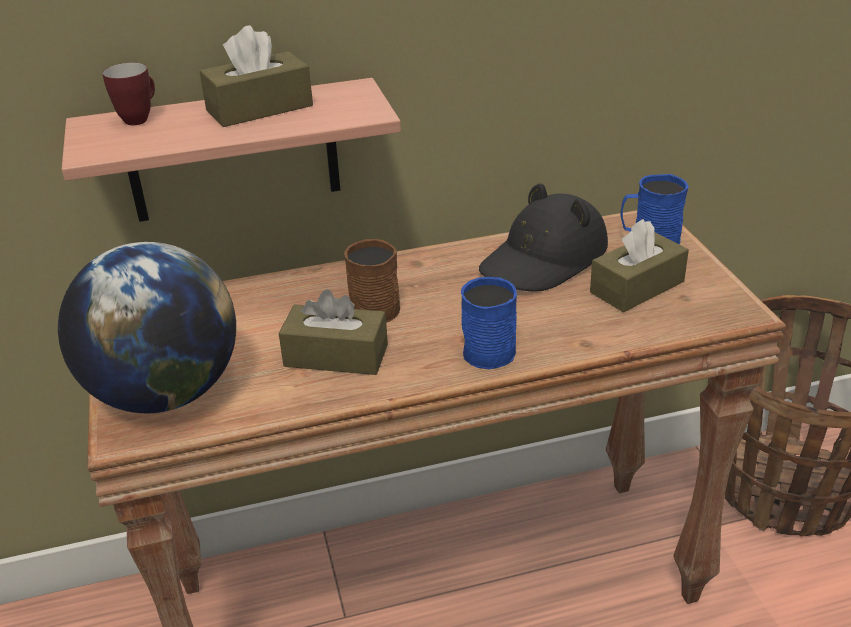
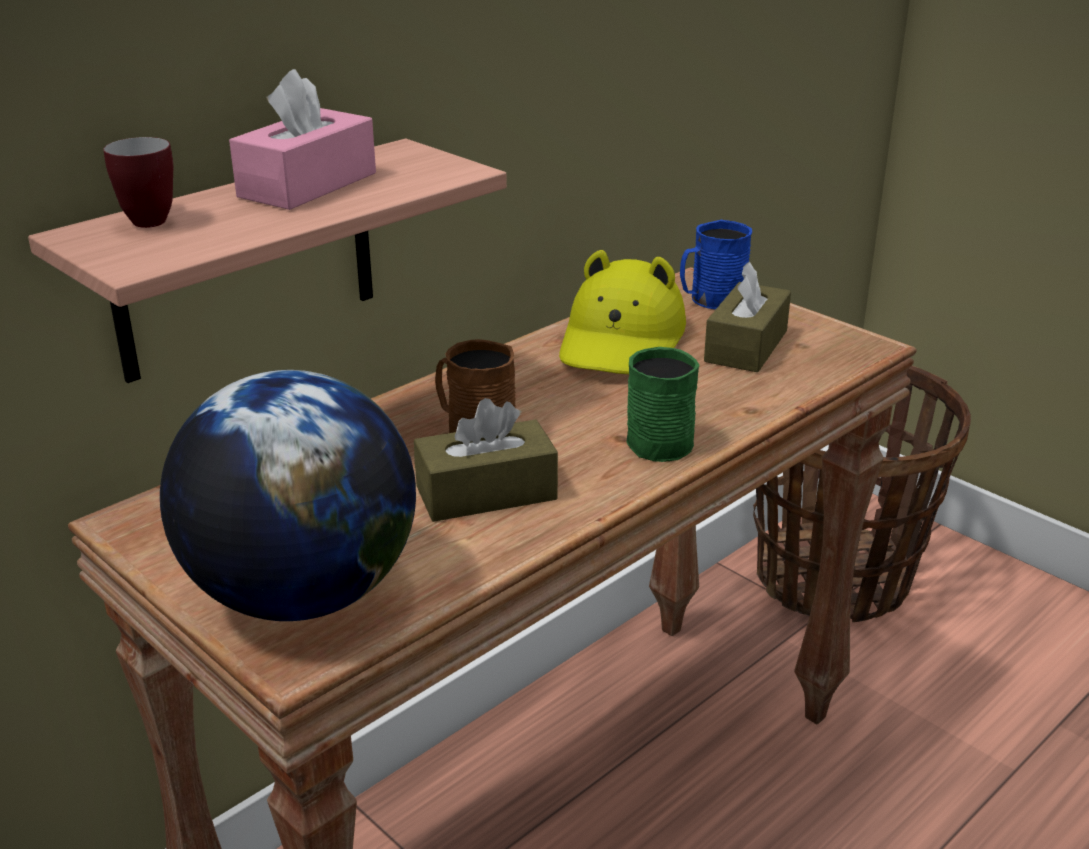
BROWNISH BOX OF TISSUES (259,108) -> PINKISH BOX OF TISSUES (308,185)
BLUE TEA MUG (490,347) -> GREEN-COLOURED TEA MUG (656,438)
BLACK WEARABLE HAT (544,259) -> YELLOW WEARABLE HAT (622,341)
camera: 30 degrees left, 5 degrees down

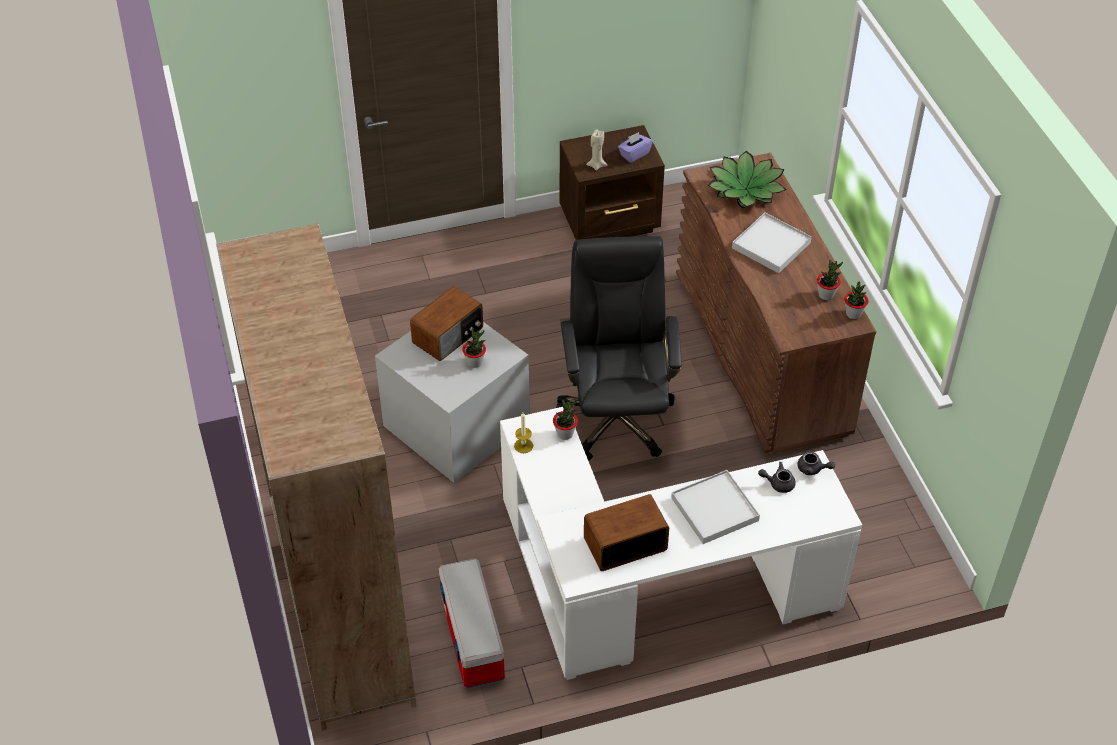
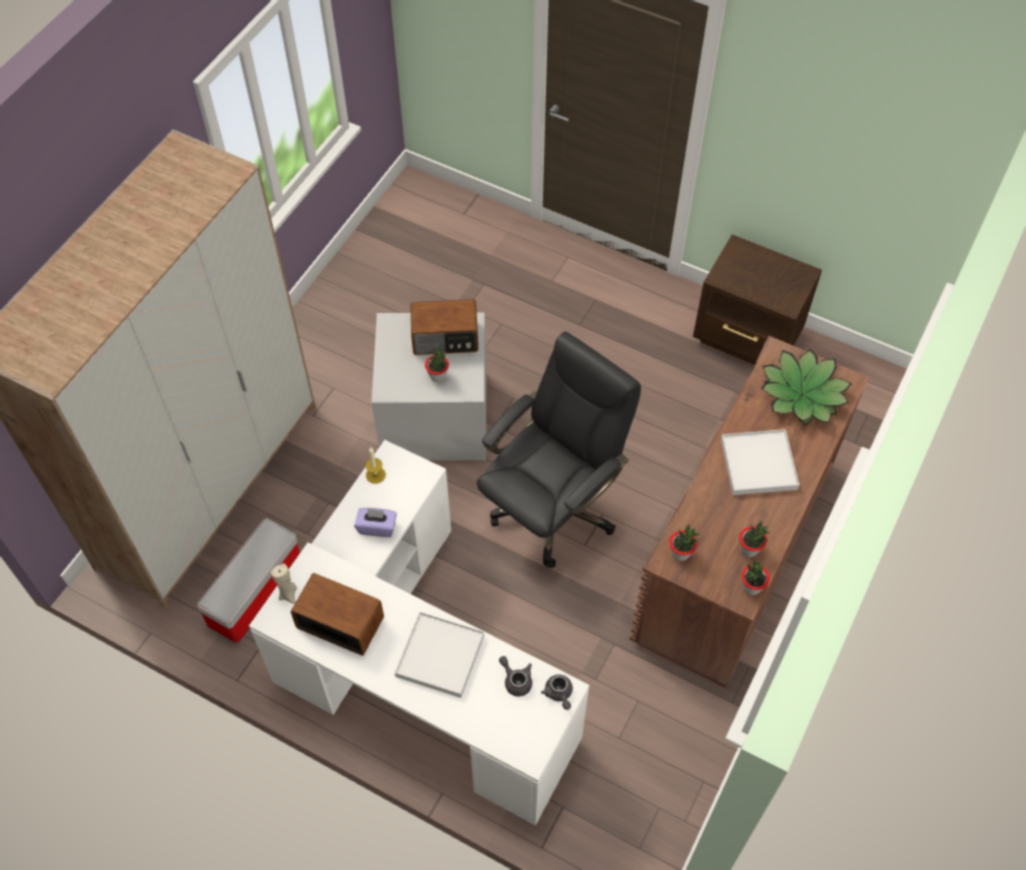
HOUSEPLANT (565,434) -> HOUSEPLANT (680,553), shifted
SAND-COLOURED WAX CANDLE (596,165) -> SAND-COLOURED WAX CANDLE (288,594), shifted
PURPLE BOX OF TISSUES (634,154) -> PURPLE BOX OF TISSUES (377,527), shifted
camera: 45 degrees right, 10 degrees up

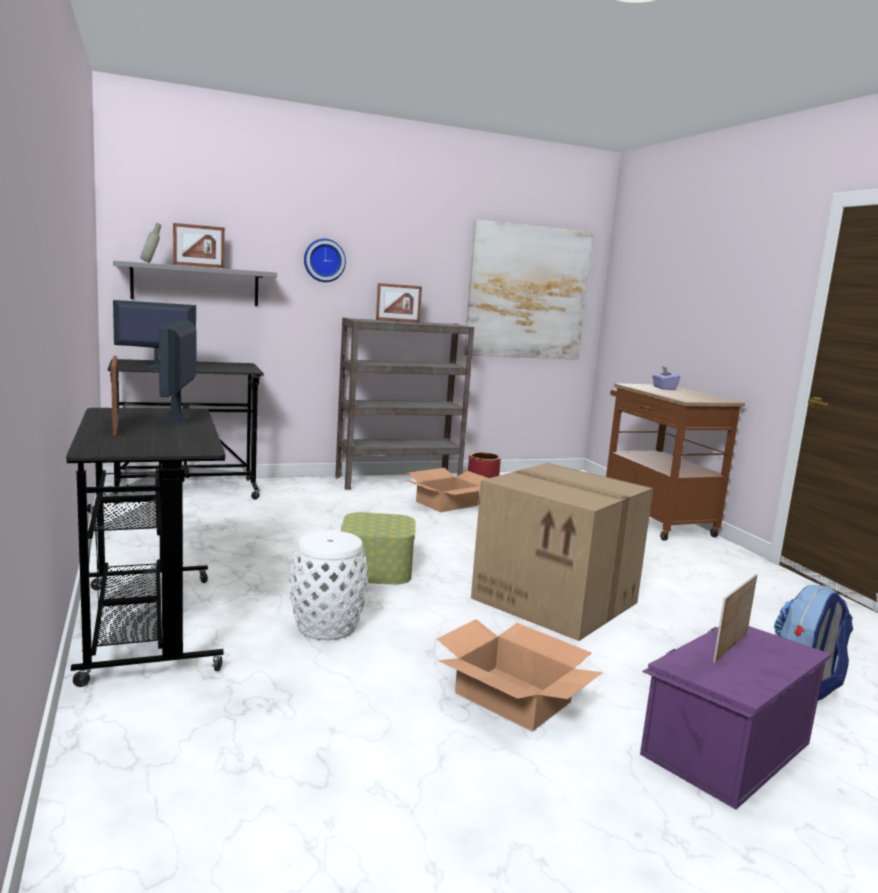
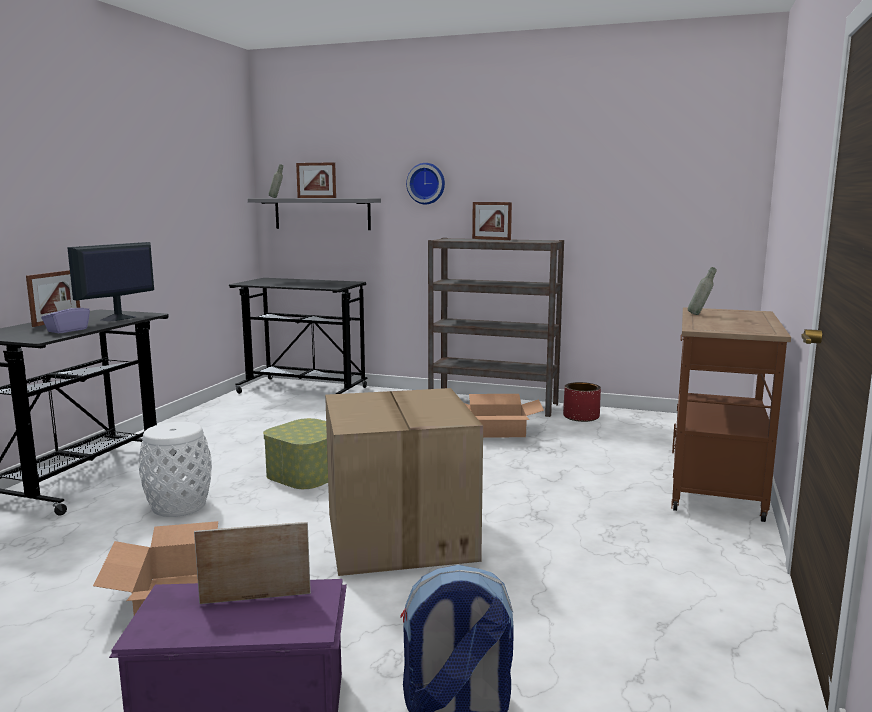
COMPUTER SCREEN (155,367) -> none
WALL ART (527,292) -> none
none -> GREY BEVERAGE BOTTLE (699,315)
PURPLE BOX OF TISSUES (664,388) -> PURPLE BOX OF TISSUES (67,330), shifted
camera: 40 degrees right, 0 degrees up

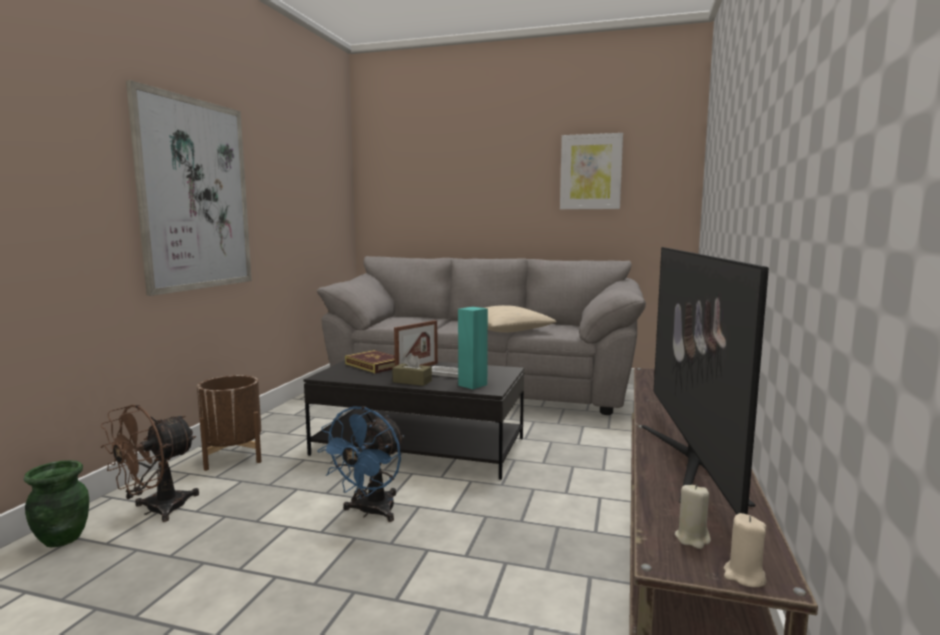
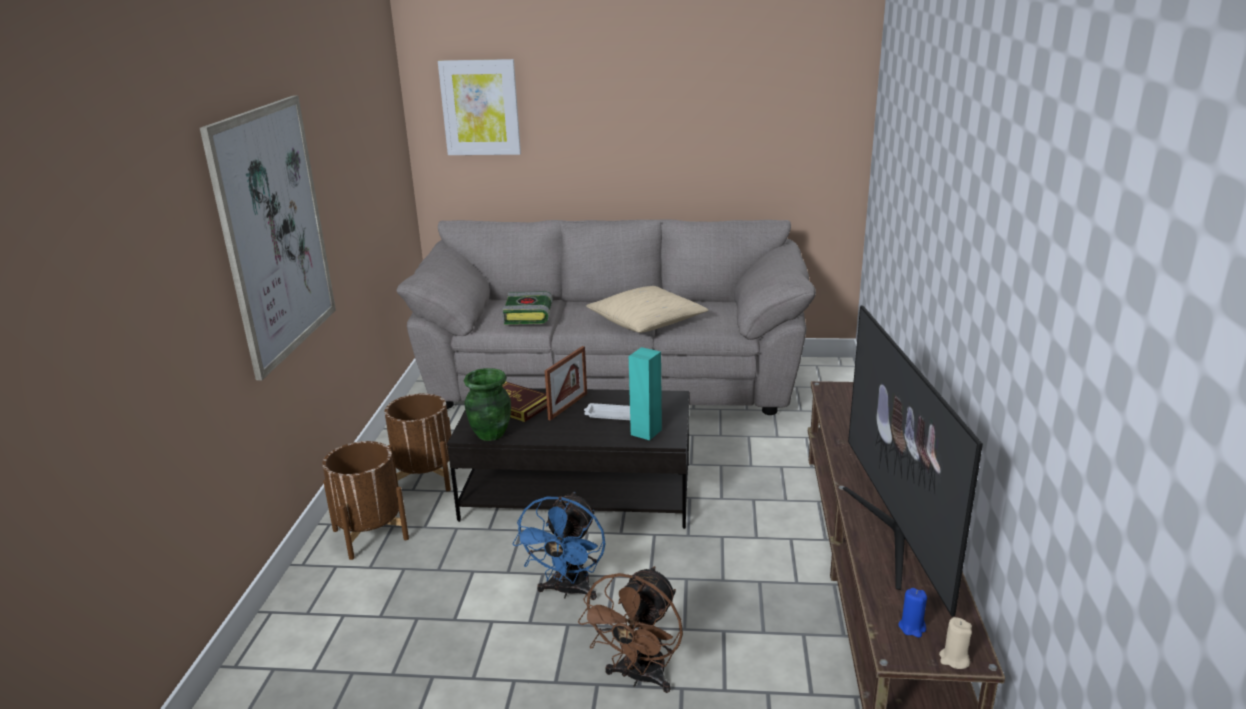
BROWNISH BOX OF TISSUES (412,381) -> none
none -> BROWNISH PLANTER (425,478)
none -> BOUND BOOK (529,315)
GREEN-COLOURED DECORATIVE VASE (61,539) -> GREEN-COLOURED DECORATIVE VASE (490,434), shifted
BROWNISH ELECTRIC FAN (156,510) -> BROWNISH ELECTRIC FAN (639,677), shifted
WALL ART (590,172) -> WALL ART (480,107), shifted
SAND-COLOURED WAX CANDLE (692,538) -> BLUE WAX CANDLE (912,627)
camera: 10 degrees left, 15 degrees up

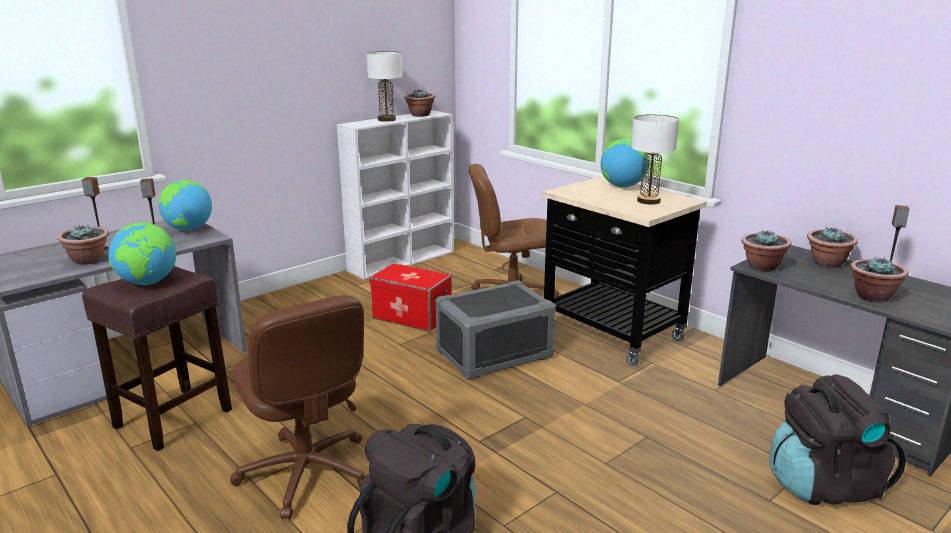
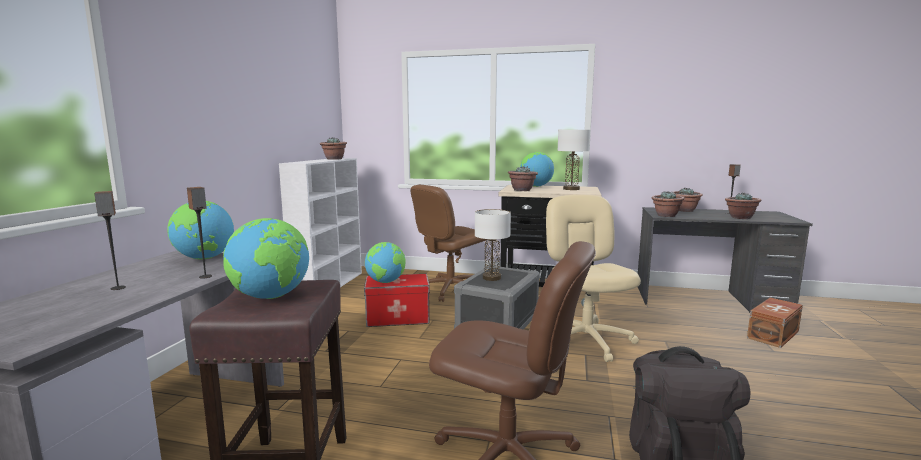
none -> DESK GLOBE (386,282)
none -> SAND-COLOURED DESK CHAIR (586,339)
HOUSEPLANT (88,260) -> HOUSEPLANT (522,190), shifted
TABLETOP LAMP (386,120) -> TABLETOP LAMP (492,278), shifted
BLACK KNAPSACK (823,485) -> BROWNISH STORAGE BIN (774,334)
camera: 35 degrees left, 10 degrees down

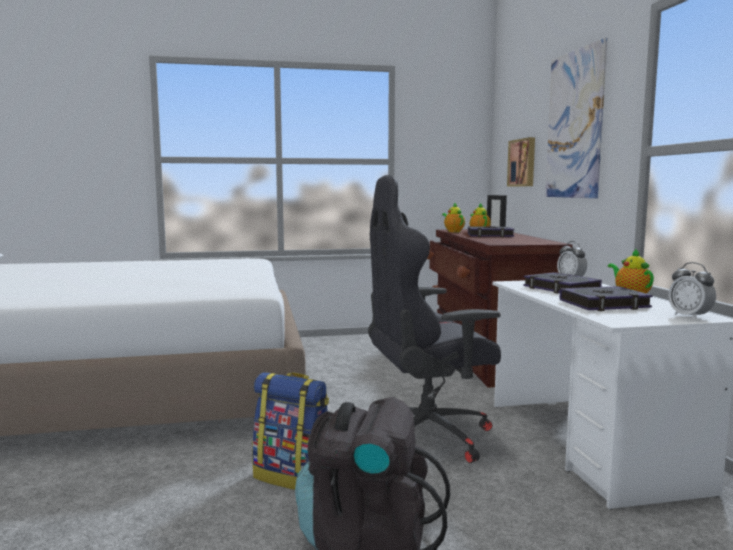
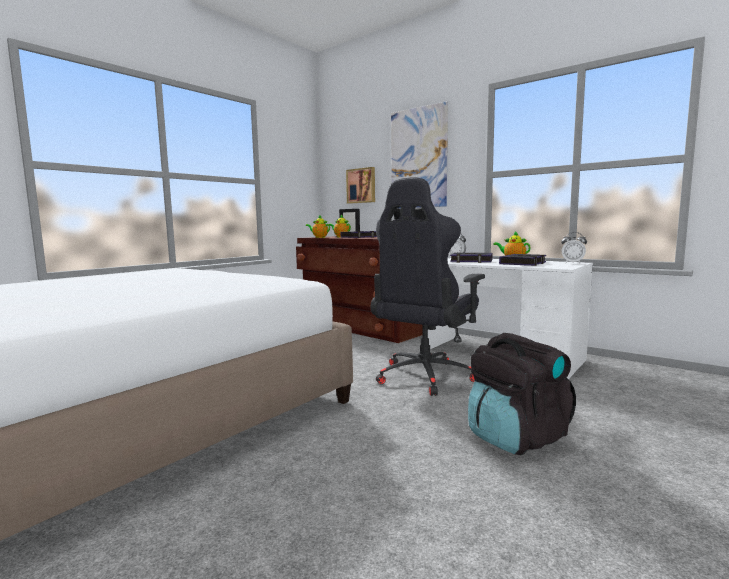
KNAPSACK (293,476) -> none
camera: 40 degrees left, 0 degrees up

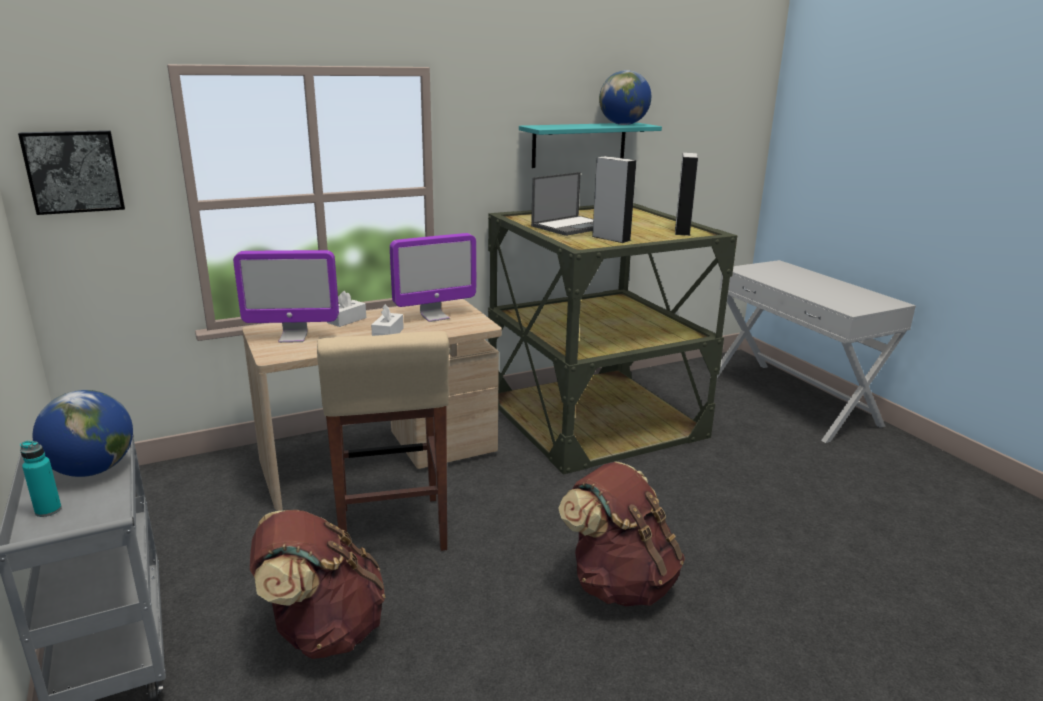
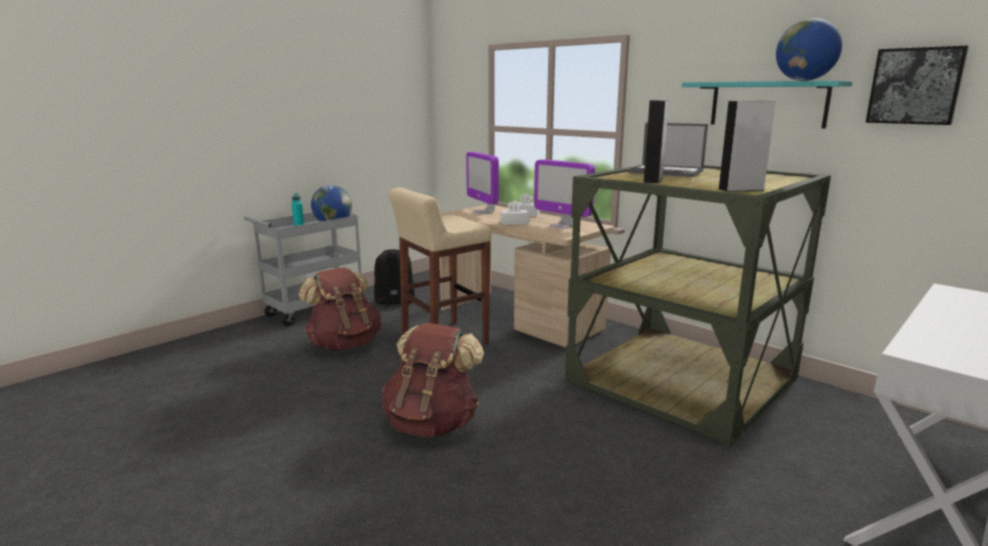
none -> BLACK KNAPSACK (394,303)
WALL ART (74,171) -> WALL ART (915,86), shifted
camera: 70 degrees right, 5 degrees down

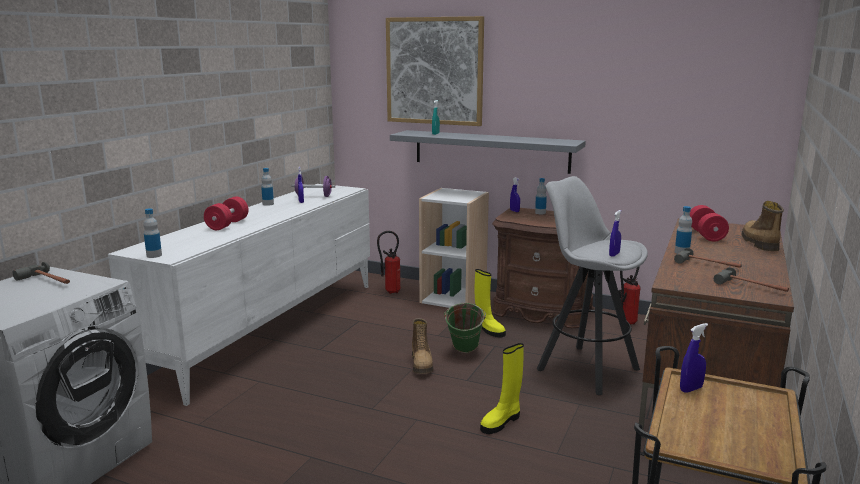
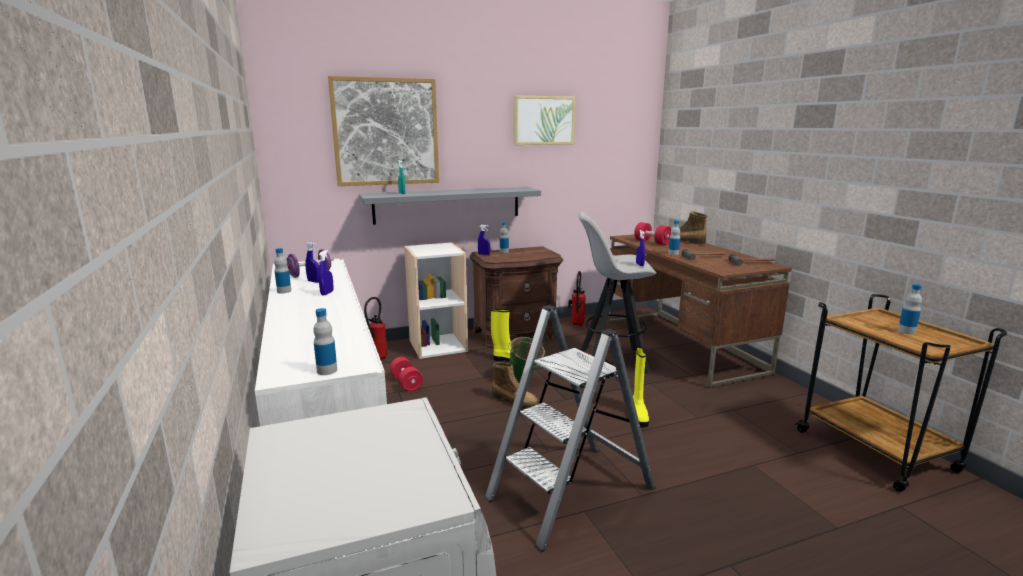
TOOL HAMMER (47,281) -> none
none -> GREY STEP STOOL (572,492)
none -> WALL ART (543,120)
none -> BEVERAGE BOTTLE (906,331)
REDDISH HAND WEIGHT (227,224) -> REDDISH HAND WEIGHT (406,383), shifted
BLUE HAND SPRAYER (691,389) -> BLUE HAND SPRAYER (327,293), shifted
camera: 45 degrees left, 0 degrees up

